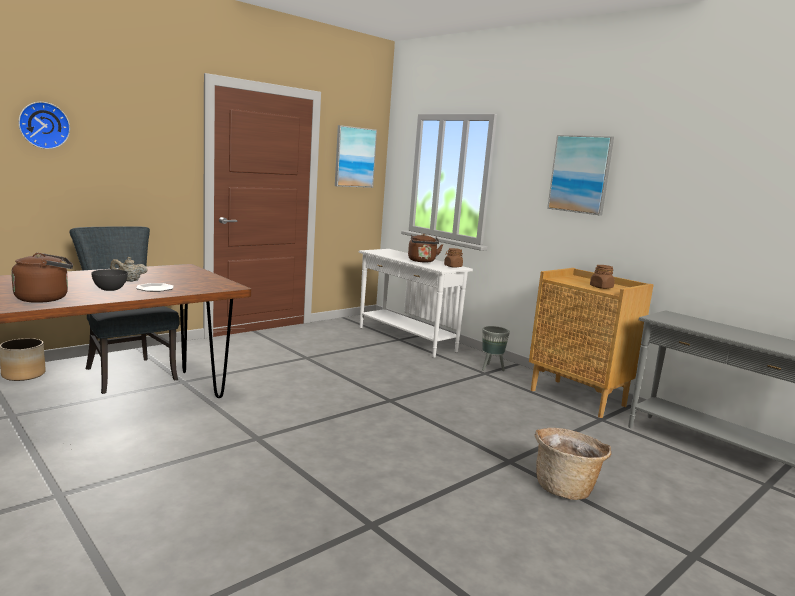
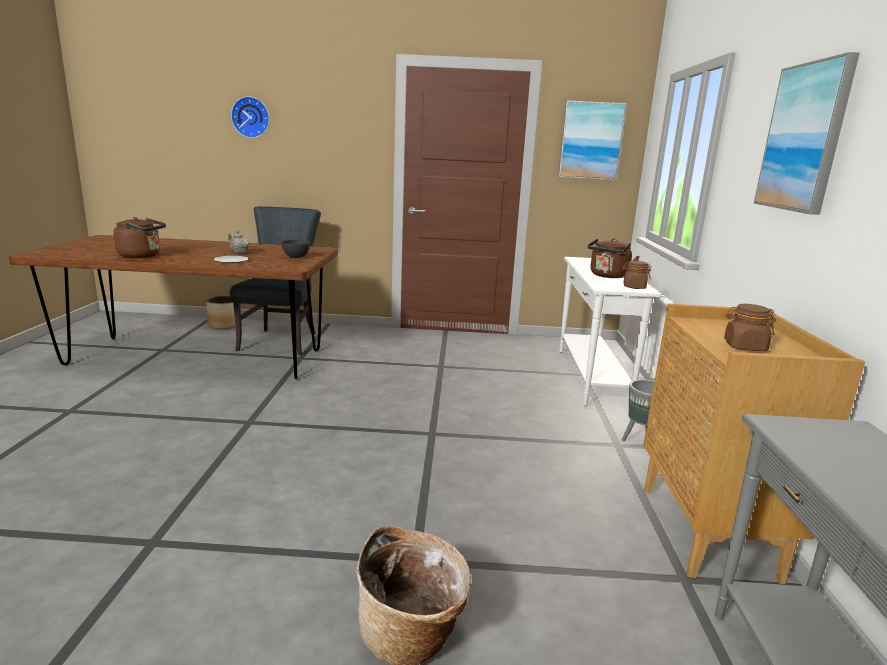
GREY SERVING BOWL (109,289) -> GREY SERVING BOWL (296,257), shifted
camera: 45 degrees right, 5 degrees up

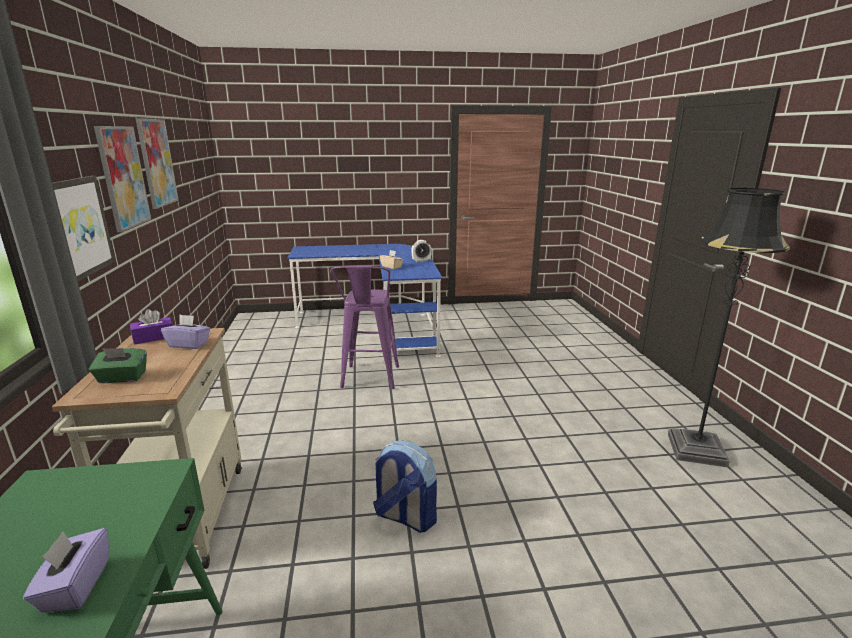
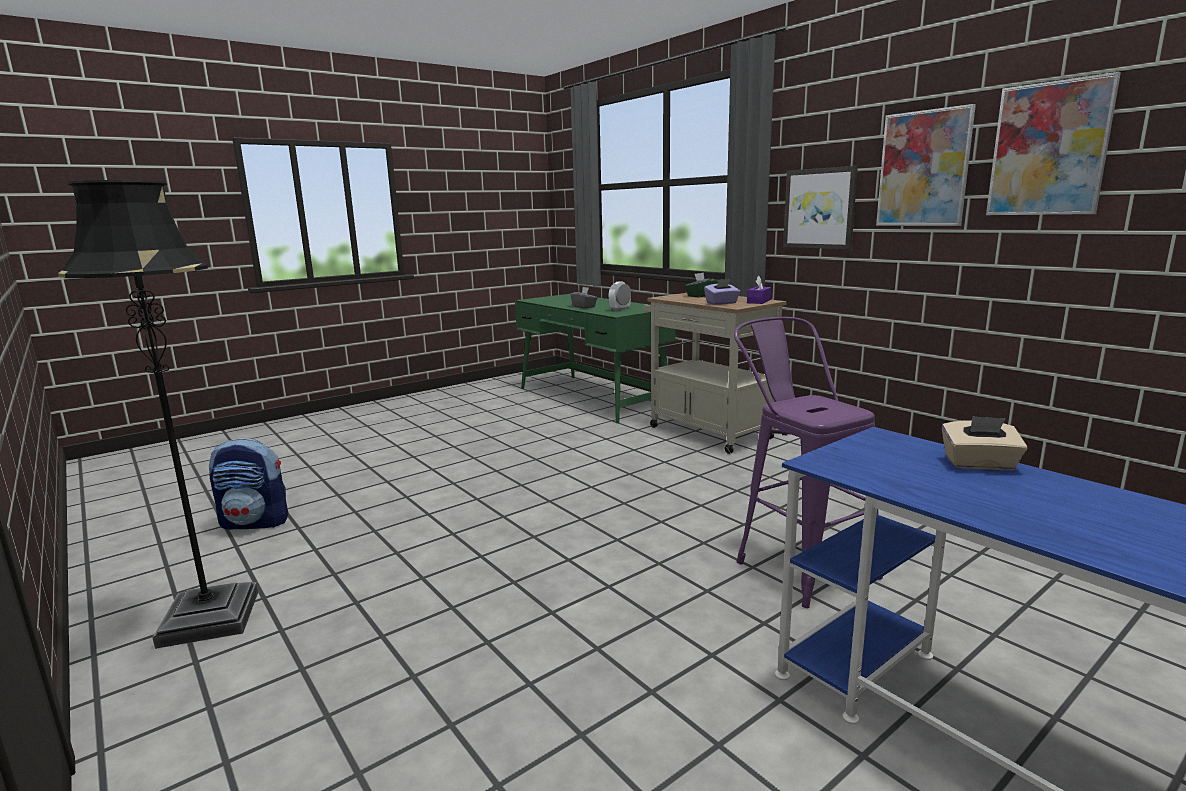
KNAPSACK (405,517) -> KNAPSACK (256,522), shifted
BEDSIDE CLOCK (421,261) -> BEDSIDE CLOCK (620,309), shifted
PURPLE BOX OF TISSUES (75,586) -> GREY BOX OF TISSUES (584,307)
camera: 150 degrees right, 5 degrees down

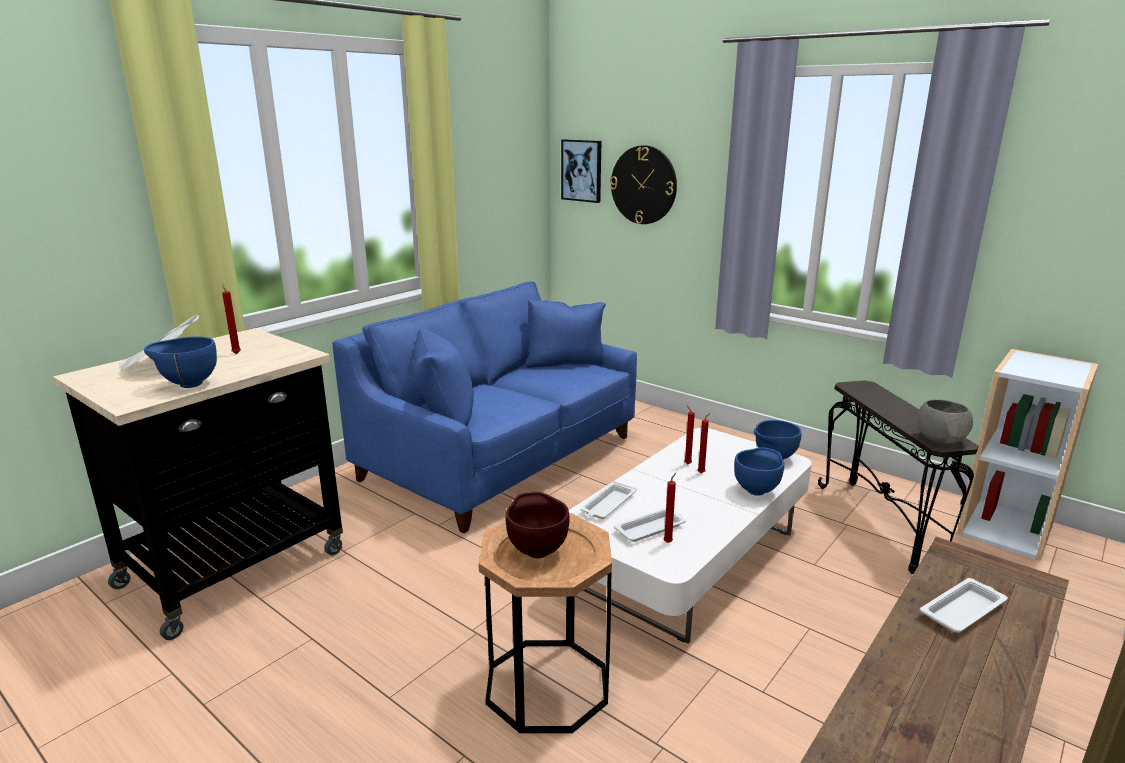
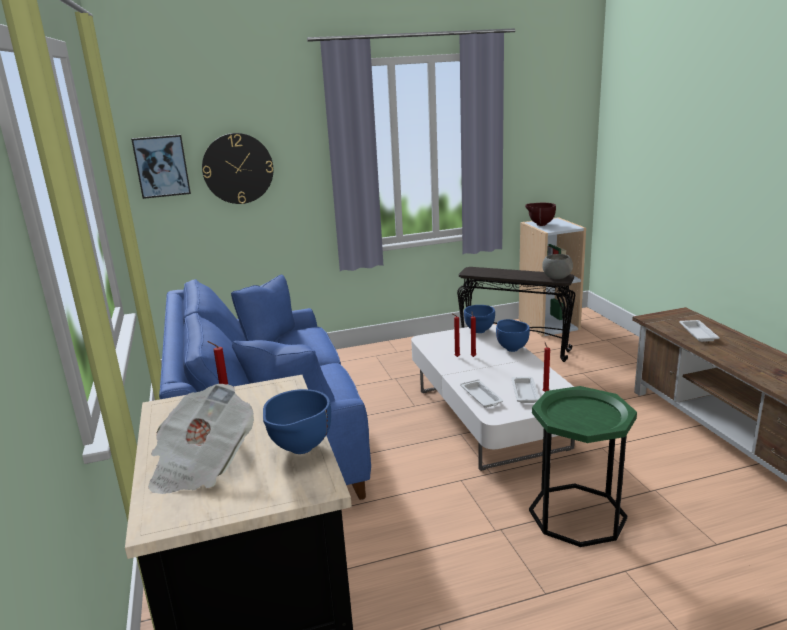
BROWNISH SERVING BOWL (537,550) -> BROWNISH SERVING BOWL (540,224), shifted
BROWNISH SIDE TABLE (547,685) -> GREEN-COLOURED SIDE TABLE (577,514)
camera: 55 degrees left, 0 degrees up

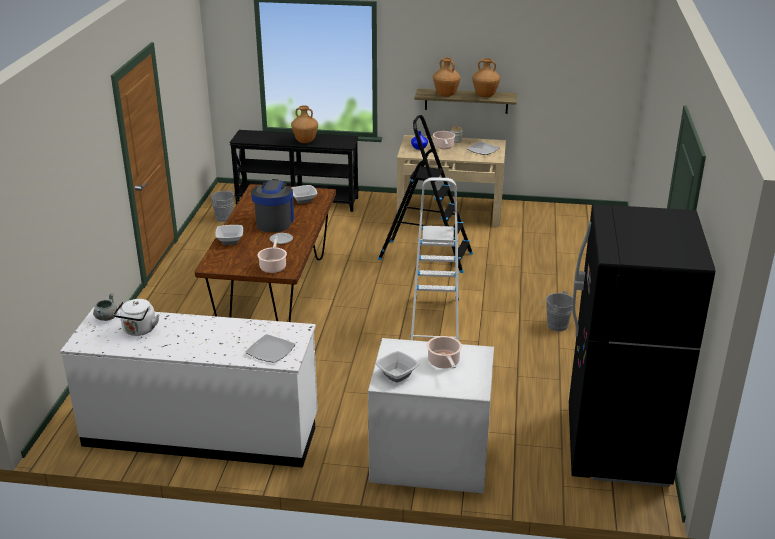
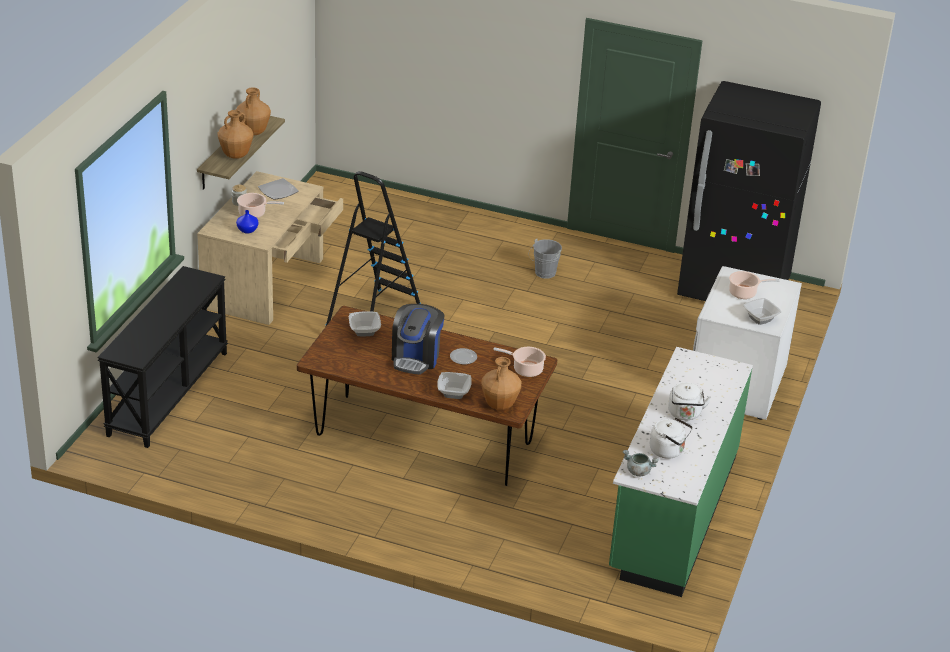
GREY BUCKET (225,218) -> none
FLAT DISH (270,350) -> none
WHITE STEP STOOL (435,322) -> none
none -> WHITE WATER KETTLE (685,414)
BROWNISH DECORATIVE VASE (305,141) -> BROWNISH DECORATIVE VASE (499,405), shifted
WHITE KITCHEN BASE UNIT (202,432) -> GREEN-COLOURED KITCHEN BASE UNIT (672,513)
COFFEE BREWER (274,222) -> COFFEE BREWER (416,357), 90 degrees counterclockwise
camera: 80 degrees left, 5 degrees up

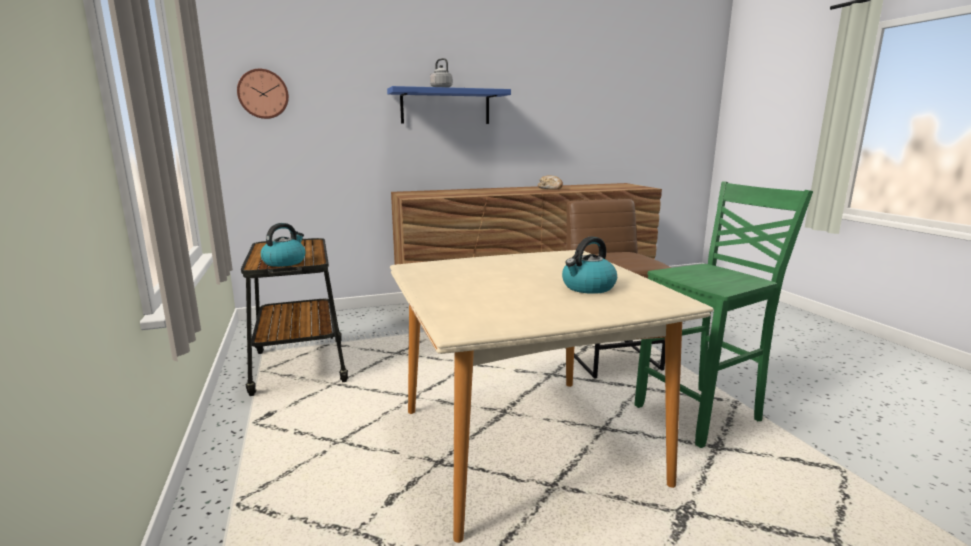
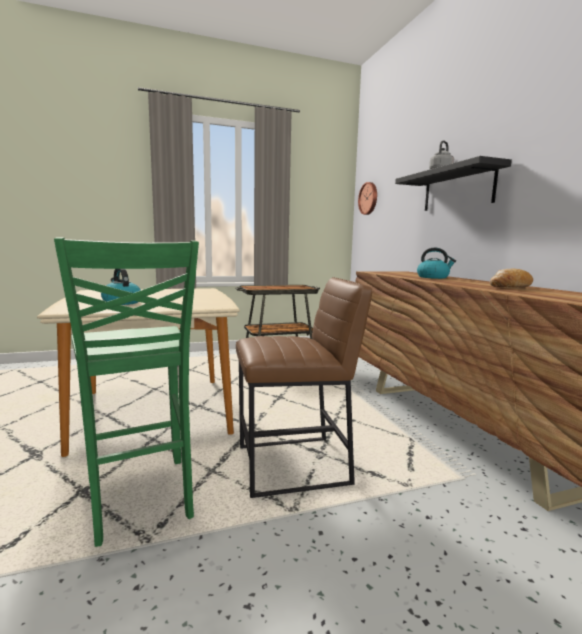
WATER KETTLE (285,262) -> WATER KETTLE (433,277), shifted
BLUE BRACKET SHELF (445,106) -> BLACK BRACKET SHELF (457,189)
camera: 90 degrees right, 5 degrees down

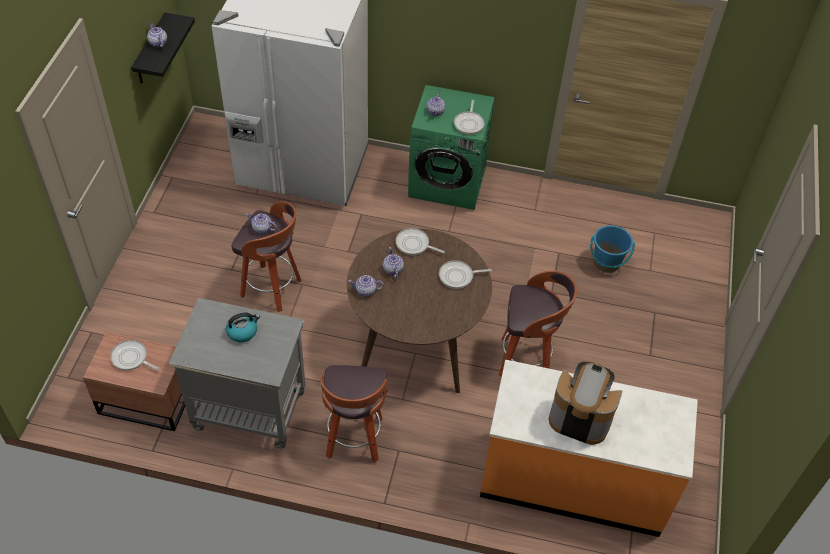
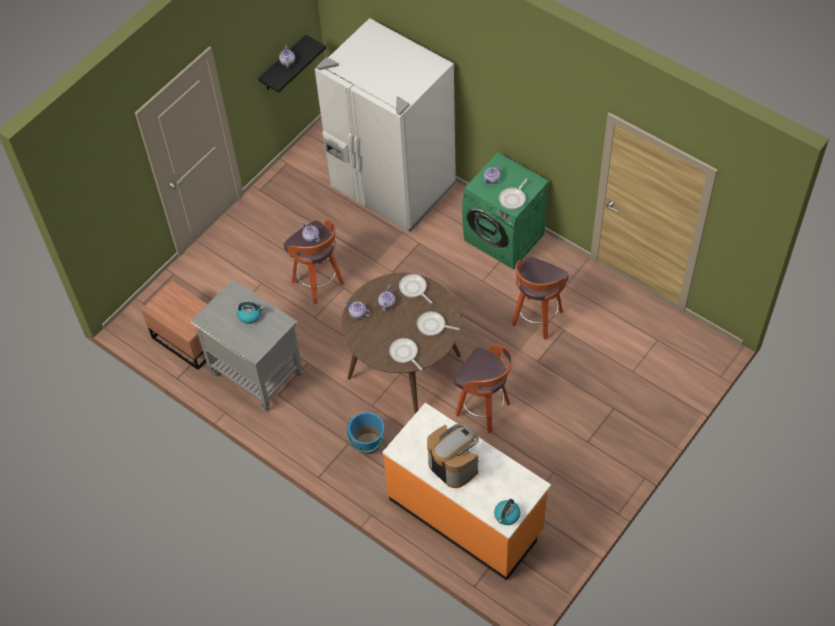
none -> WATER KETTLE (507,515)
FRYING PAN (131,358) -> FRYING PAN (404,353), shifted
STOOL (354,439) -> STOOL (536,319), shifted
BLUE BUCKET (606,263) -> BLUE BUCKET (368,443), shifted
camera: 30 degrees right, 5 degrees up

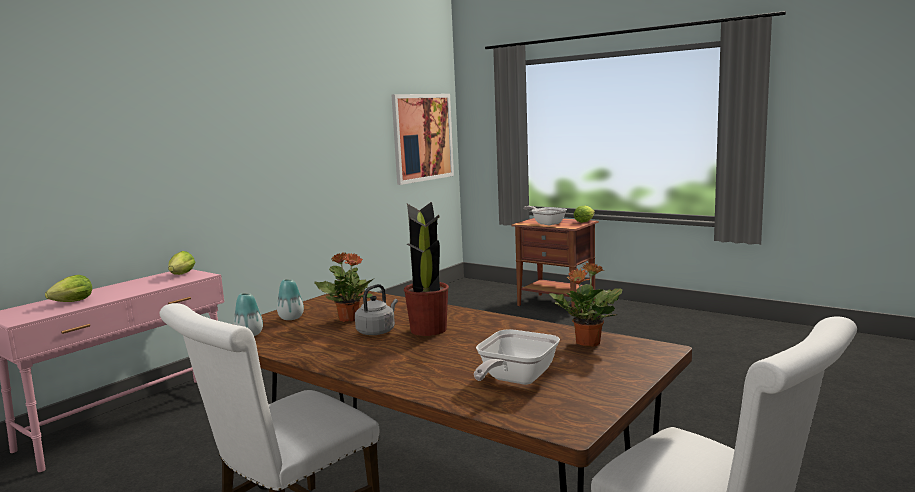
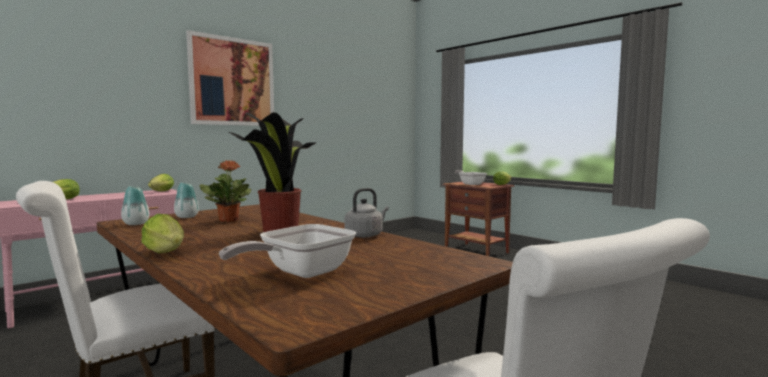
HOUSEPLANT (587,343) -> none
none -> HEAD OF LETTUCE (167,253)
GREY WATER KETTLE (377,331) -> GREY WATER KETTLE (365,235), shifted
WALL ART (422,137) -> WALL ART (232,82), shifted
camera: 10 degrees right, 5 degrees down

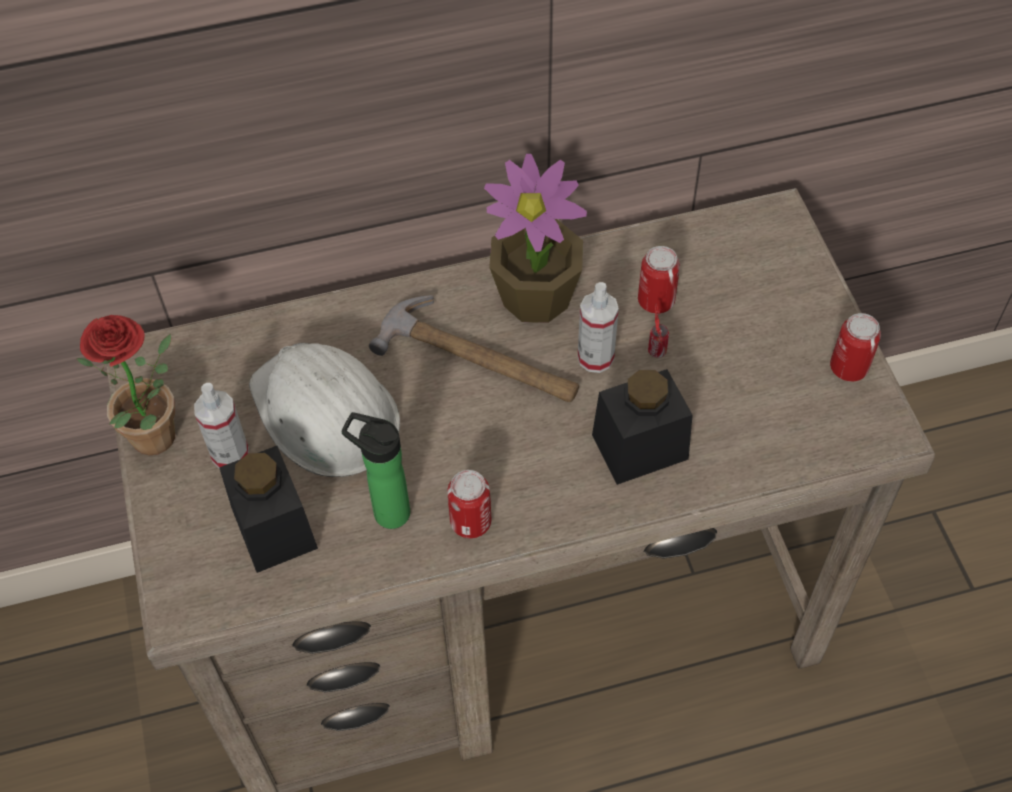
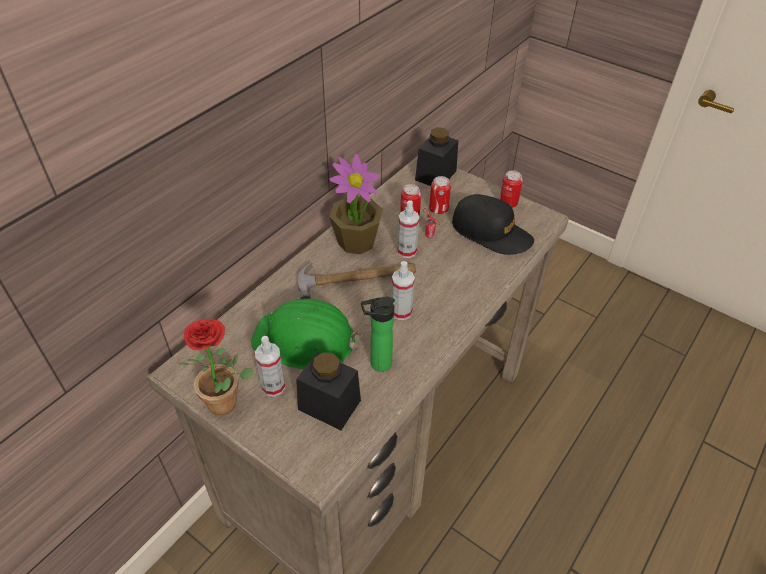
none -> HAND SPRAYER (401,312)
none -> BLACK PEAKED CAP (491,232)
CAN (470,522) -> CAN (438,209), shifted
BLACK PRESERVE JAR (639,447) -> BLACK PRESERVE JAR (435,175), shifted
WHITE HARD HAT (325,414) -> GREEN-COLOURED HARD HAT (305,341)
camera: 40 degrees left, 10 degrees down

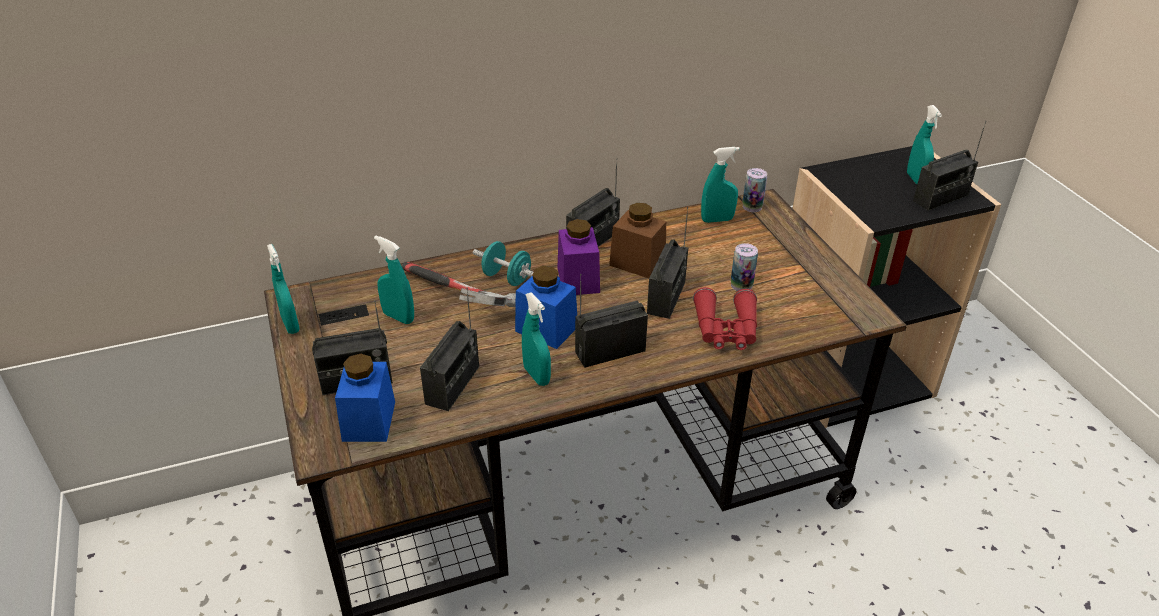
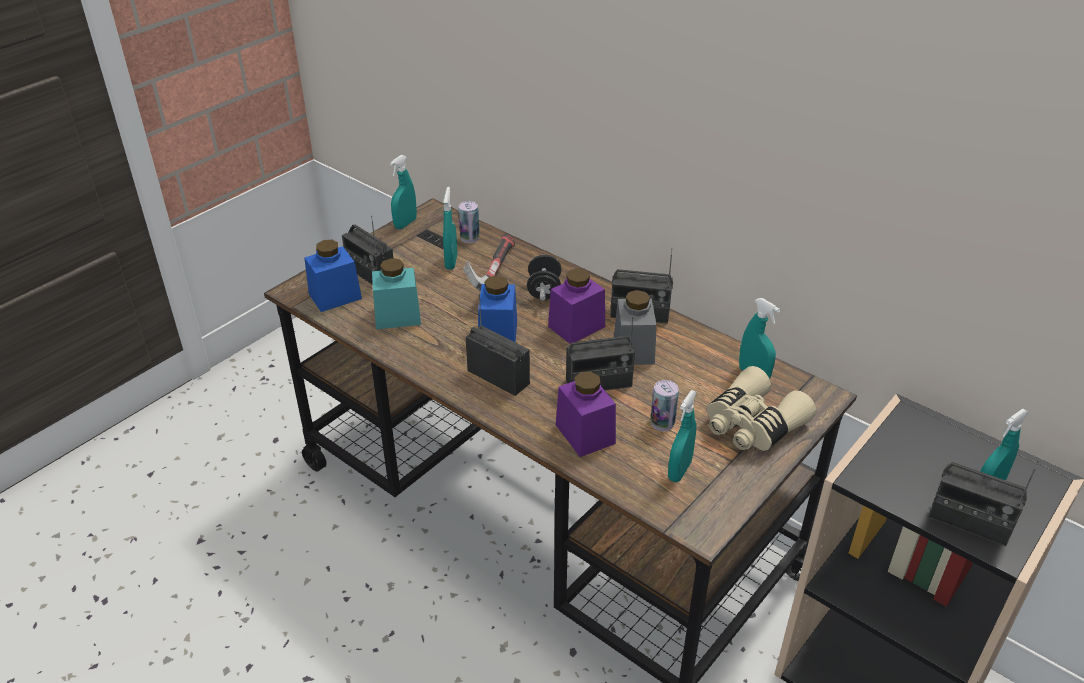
none -> SAND-COLOURED BINOCULARS (752,425)
BLUE-GREEN HAND SPRAYER (536,375) -> BLUE-GREEN HAND SPRAYER (679,471), shifted
CAN (752,207) -> CAN (469,238), shifted
RADIO (453,385) -> BLUE-GREEN PRESERVE JAR (397,316)
REDDISH BINOCULARS (726,330) -> PURPLE PRESERVE JAR (585,434)
BLUE-GREEN HAND WEIGHT (507,278) -> BLACK HAND WEIGHT (544,290)
BROWNISH PRESERVE JAR (637,262) -> GREY PRESERVE JAR (634,349)
camera: 60 degrees right, 0 degrees up

